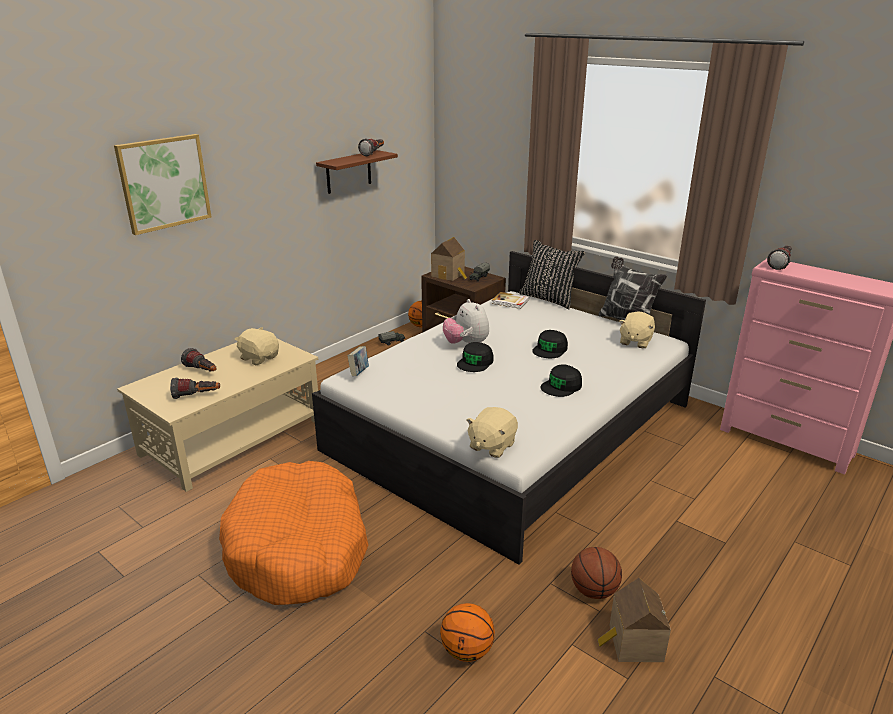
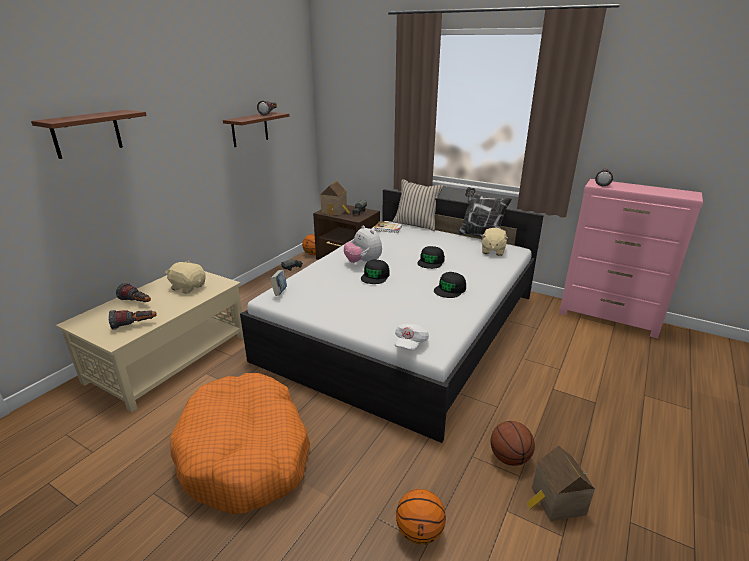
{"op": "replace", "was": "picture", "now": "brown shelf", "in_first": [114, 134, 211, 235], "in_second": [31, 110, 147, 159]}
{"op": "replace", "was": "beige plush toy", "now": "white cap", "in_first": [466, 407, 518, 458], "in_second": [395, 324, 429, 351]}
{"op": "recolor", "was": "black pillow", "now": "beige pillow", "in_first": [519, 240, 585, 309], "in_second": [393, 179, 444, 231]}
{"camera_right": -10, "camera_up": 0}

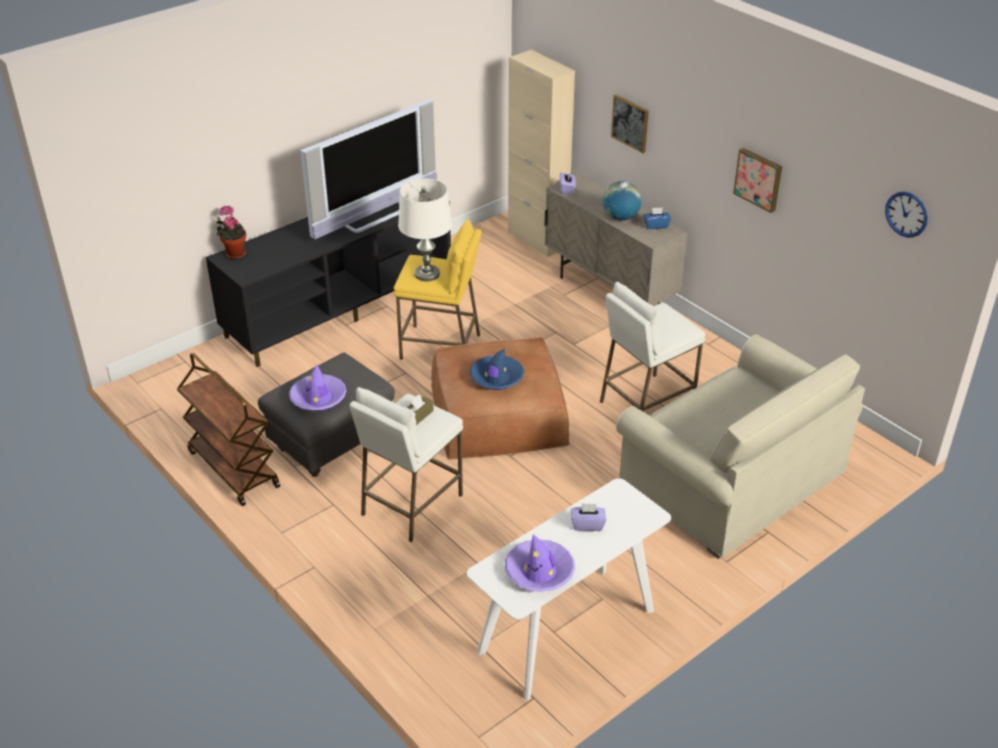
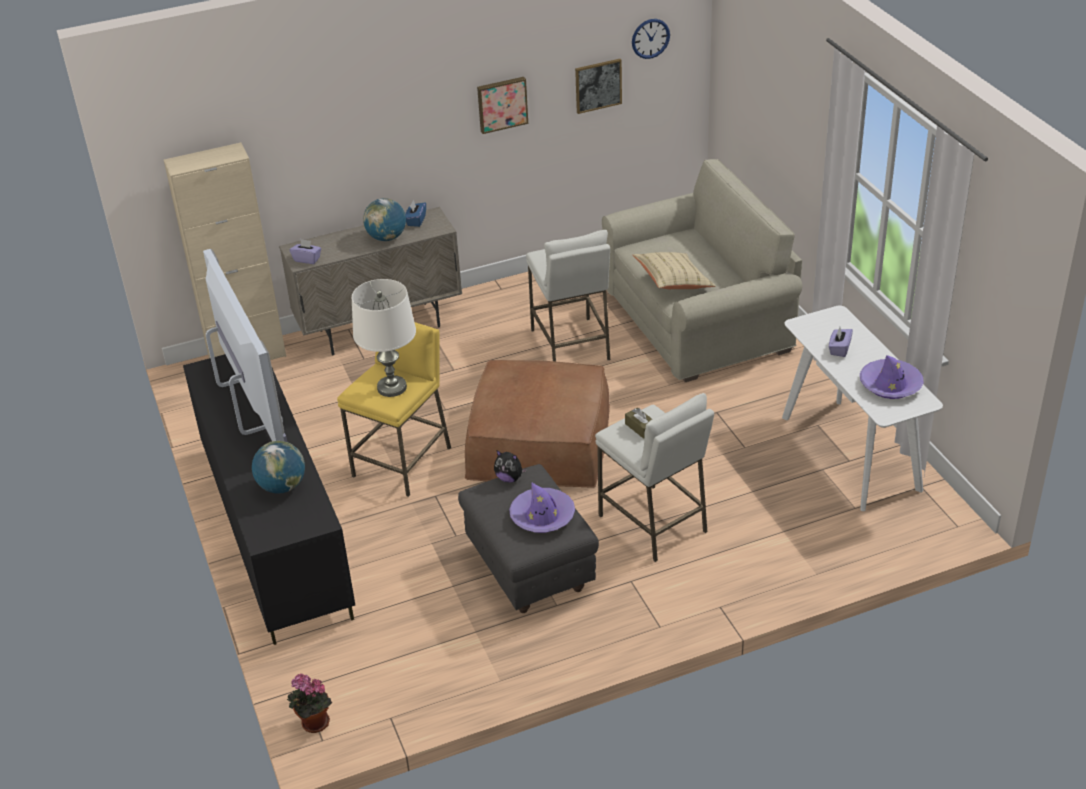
{"op": "delete", "was": "brown cart", "in_first": [177, 353, 280, 506]}
{"op": "move", "was": "potted plant", "in_first": [216, 206, 246, 259], "in_second": [287, 673, 332, 733]}
{"op": "delete", "was": "blue hat", "in_first": [470, 348, 524, 390]}
{"op": "move", "was": "picture", "in_first": [611, 95, 649, 153], "in_second": [575, 59, 622, 114]}
{"op": "insert", "now": "globe", "in_second": [252, 441, 305, 493]}
{"op": "insert", "now": "plush toy", "in_second": [494, 451, 527, 483]}
{"op": "insert", "now": "beige pillow", "in_second": [633, 252, 716, 289]}
{"camera_right": -70, "camera_up": 0}

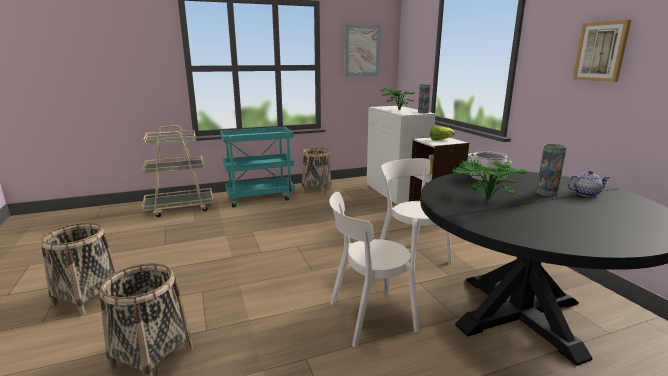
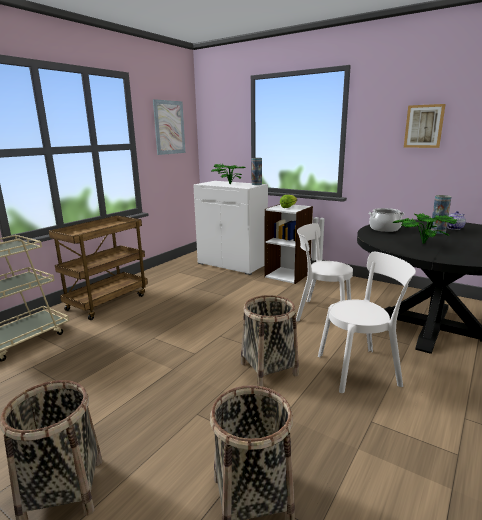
{"op": "recolor", "was": "turquoise cart", "now": "brown cart", "in_first": [220, 127, 295, 207], "in_second": [49, 215, 148, 320]}
{"op": "move", "was": "basket", "in_first": [302, 148, 332, 194], "in_second": [241, 295, 299, 386]}
{"op": "rotate", "was": "white chair", "in_first": [329, 192, 419, 347], "in_second": [318, 252, 416, 393], "clockwise": -135}
{"camera_right": -35, "camera_up": 0}

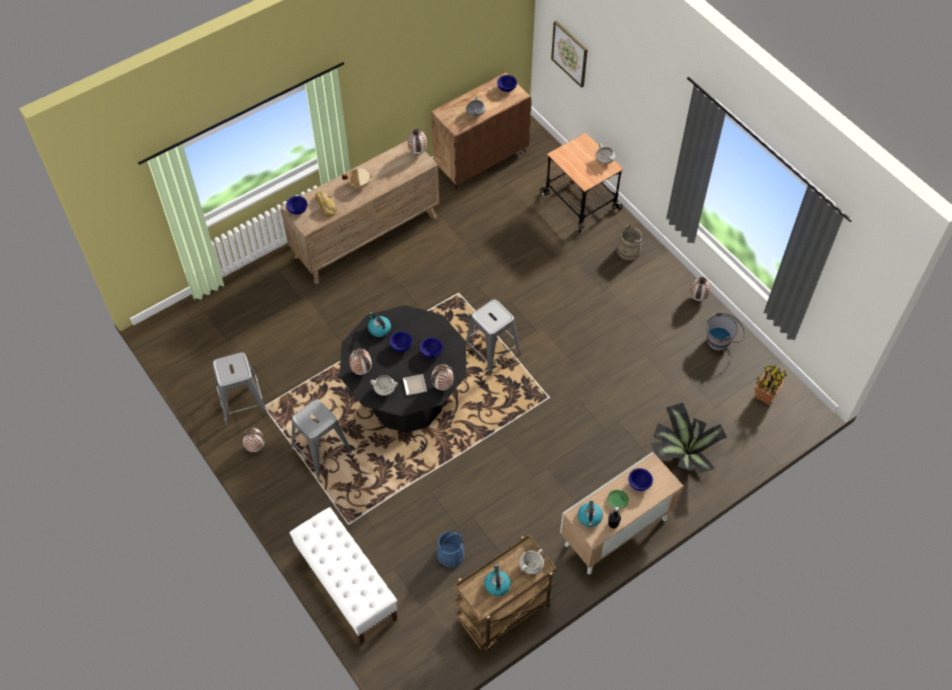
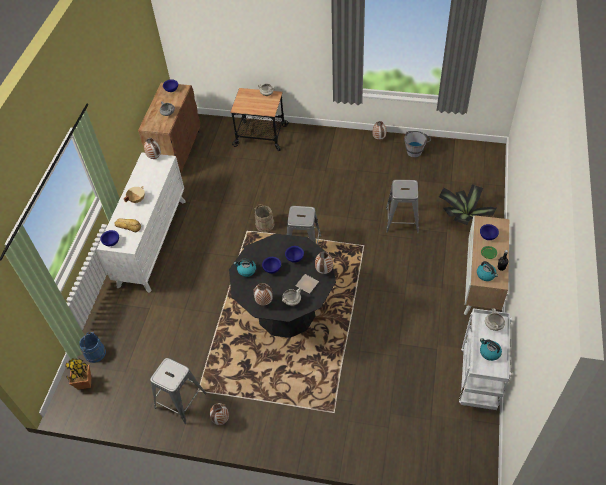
{"op": "recolor", "was": "brown dresser", "now": "white dresser", "in_first": [280, 140, 440, 284], "in_second": [97, 152, 186, 293]}
{"op": "delete", "was": "white bench", "in_first": [289, 507, 397, 644]}
{"op": "move", "was": "grey stool", "in_first": [291, 399, 352, 478], "in_second": [386, 180, 419, 234]}
{"op": "move", "was": "blue bucket", "in_first": [437, 531, 465, 567], "in_second": [79, 331, 106, 363]}
{"op": "recolor", "was": "brown cart", "now": "white cart", "in_first": [454, 534, 557, 650], "in_second": [459, 308, 512, 410]}
{"op": "delete", "was": "picture", "in_first": [551, 21, 588, 88]}
{"op": "move", "was": "beige bucket", "in_first": [617, 225, 642, 260], "in_second": [254, 204, 274, 232]}
{"op": "move", "was": "potted plant", "in_first": [755, 366, 787, 405], "in_second": [65, 358, 91, 390]}
{"camera_right": -40, "camera_up": -5}

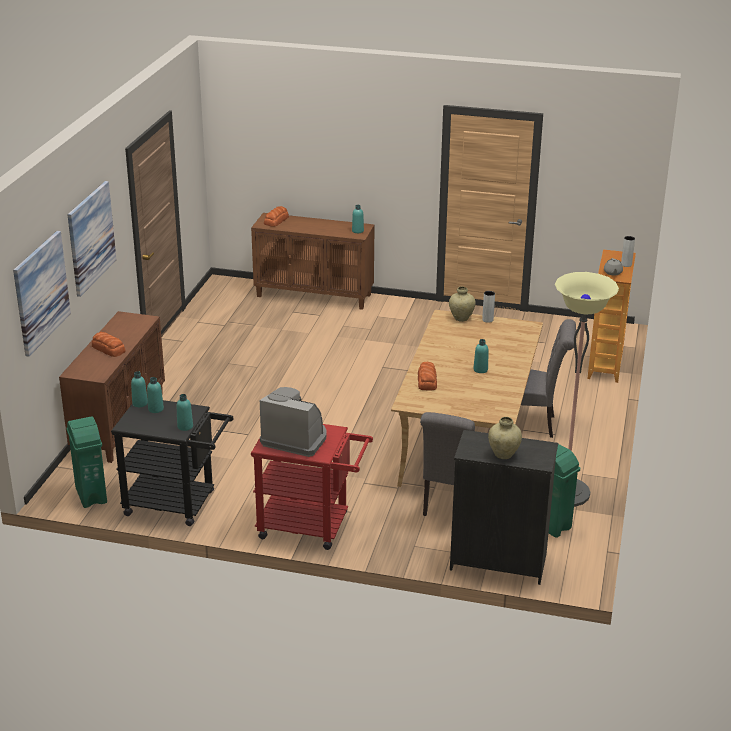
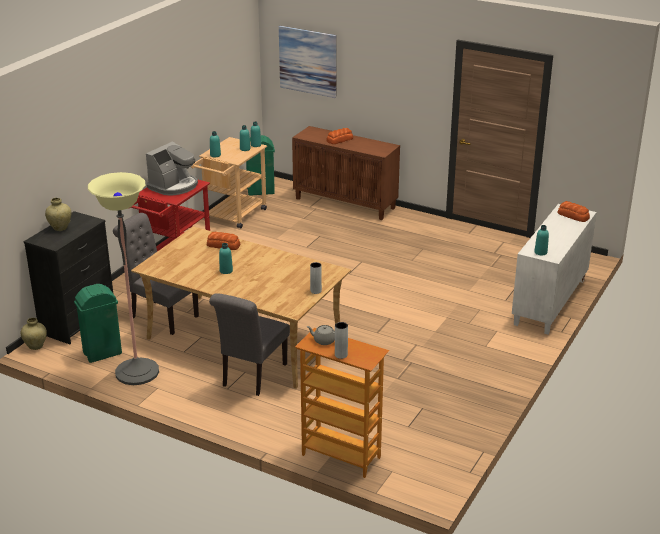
{"op": "delete", "was": "picture", "in_first": [67, 181, 116, 297]}
{"op": "recolor", "was": "black cart", "now": "beige cart", "in_first": [111, 398, 234, 526], "in_second": [191, 137, 267, 228]}
{"op": "recolor", "was": "brown cabinet", "now": "white cabinet", "in_first": [251, 213, 375, 310], "in_second": [512, 204, 597, 335]}
{"op": "move", "was": "beige vase", "in_first": [449, 286, 476, 322], "in_second": [21, 318, 47, 350]}
{"camera_right": 105, "camera_up": 0}

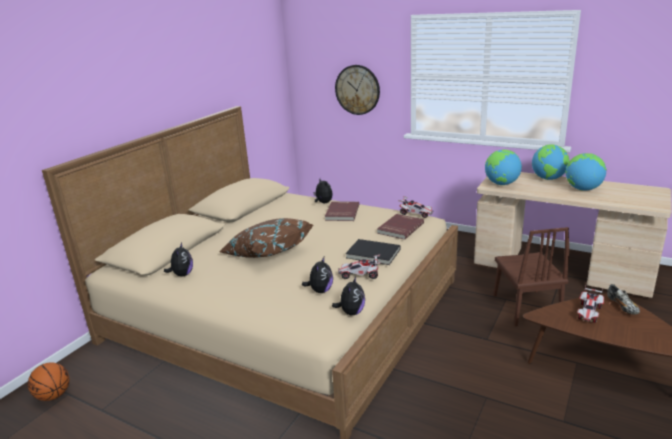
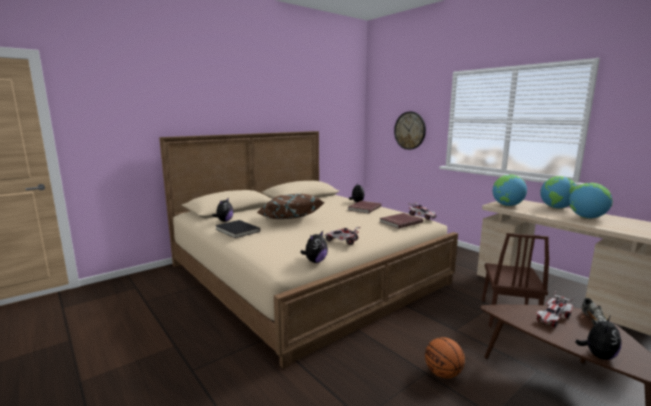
{"op": "move", "was": "basketball", "in_first": [28, 362, 69, 401], "in_second": [425, 337, 465, 378]}
{"op": "move", "was": "plush toy", "in_first": [302, 257, 333, 293], "in_second": [575, 316, 622, 360]}
{"op": "move", "was": "black book", "in_first": [346, 239, 401, 265], "in_second": [215, 220, 260, 238]}
{"camera_right": 20, "camera_up": -10}

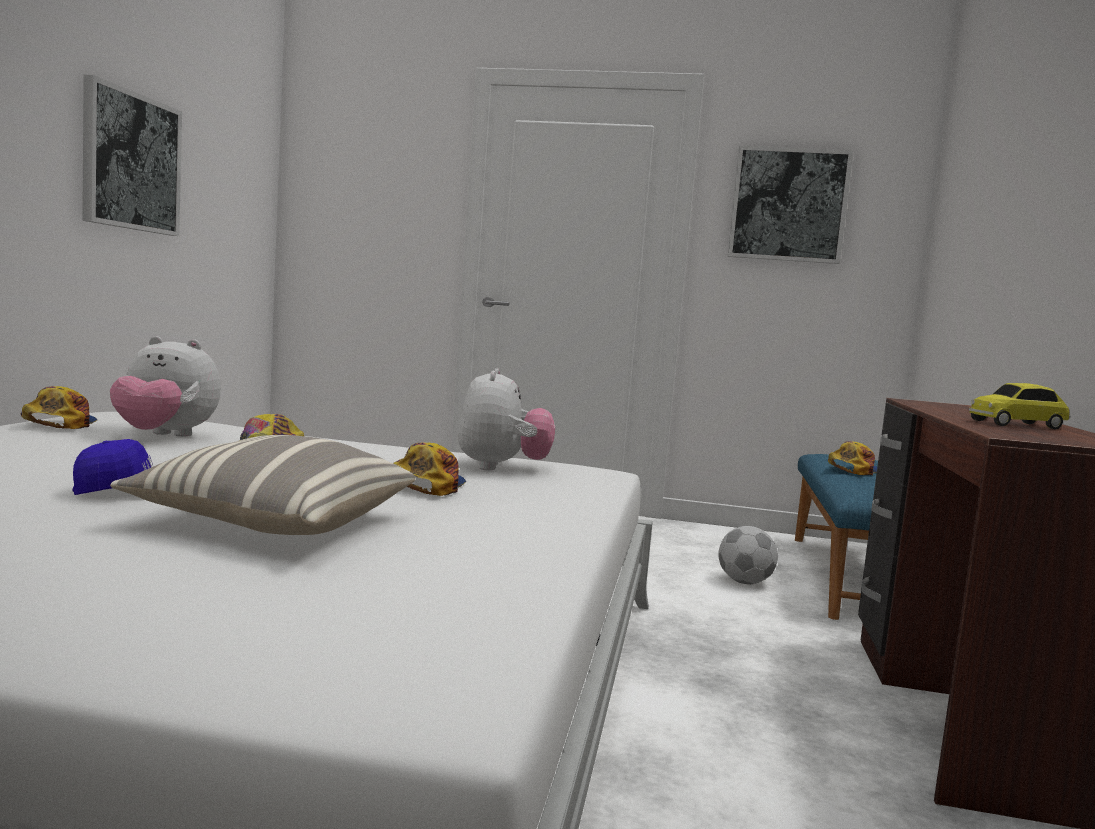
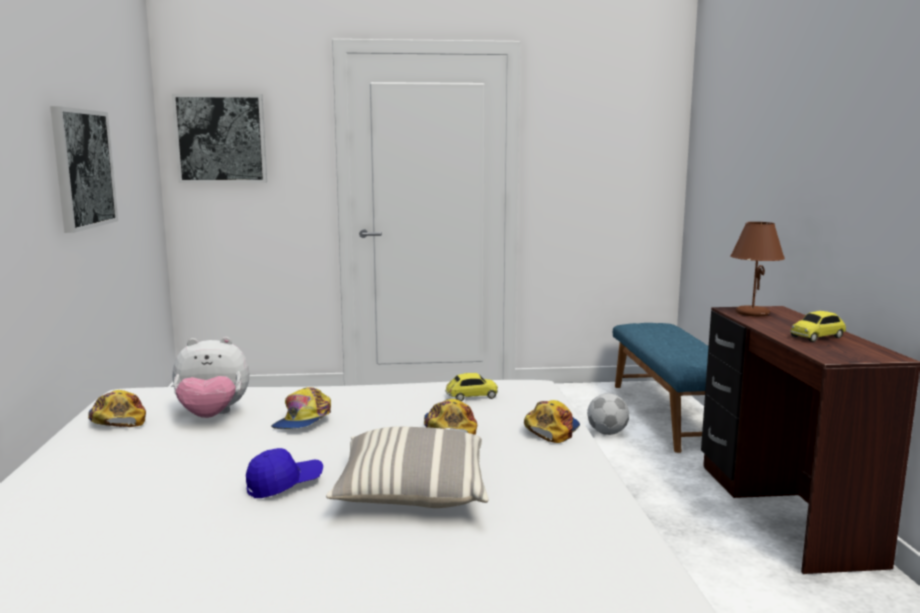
{"op": "replace", "was": "plush toy", "now": "toy car", "in_first": [458, 368, 555, 471], "in_second": [445, 373, 498, 401]}
{"op": "move", "was": "picture", "in_first": [728, 145, 854, 264], "in_second": [172, 94, 267, 183]}
{"op": "move", "was": "cap", "in_first": [828, 441, 877, 475], "in_second": [524, 400, 580, 443]}
{"op": "insert", "now": "brown table lamp", "in_second": [731, 222, 785, 316]}
{"camera_right": -15, "camera_up": 5}

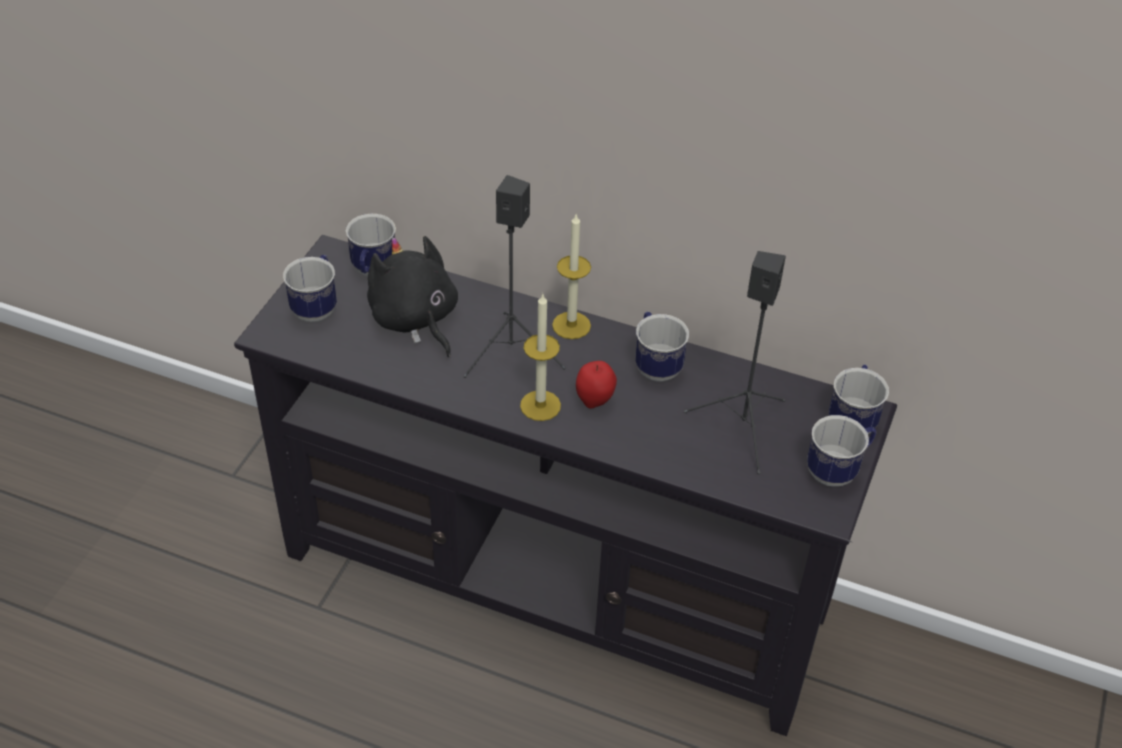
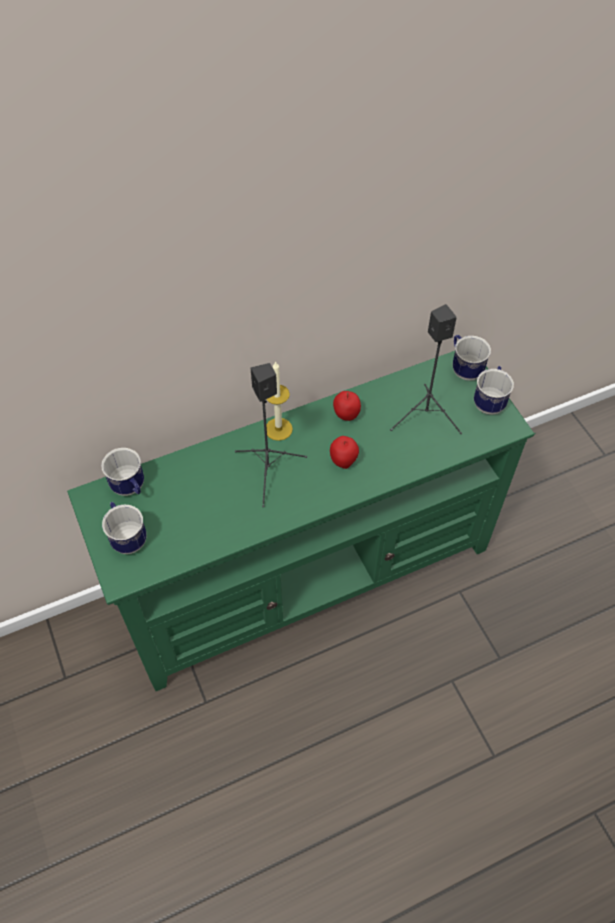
{"op": "recolor", "was": "black tv stand", "now": "green tv stand", "in_first": [234, 235, 897, 736], "in_second": [67, 351, 535, 691]}
{"op": "delete", "was": "black plush toy", "in_first": [367, 236, 458, 358]}
{"op": "delete", "was": "candle", "in_first": [520, 293, 561, 421]}
{"op": "replace", "was": "mug", "now": "apple", "in_first": [635, 312, 689, 382], "in_second": [333, 391, 361, 421]}
{"camera_right": -45, "camera_up": 10}

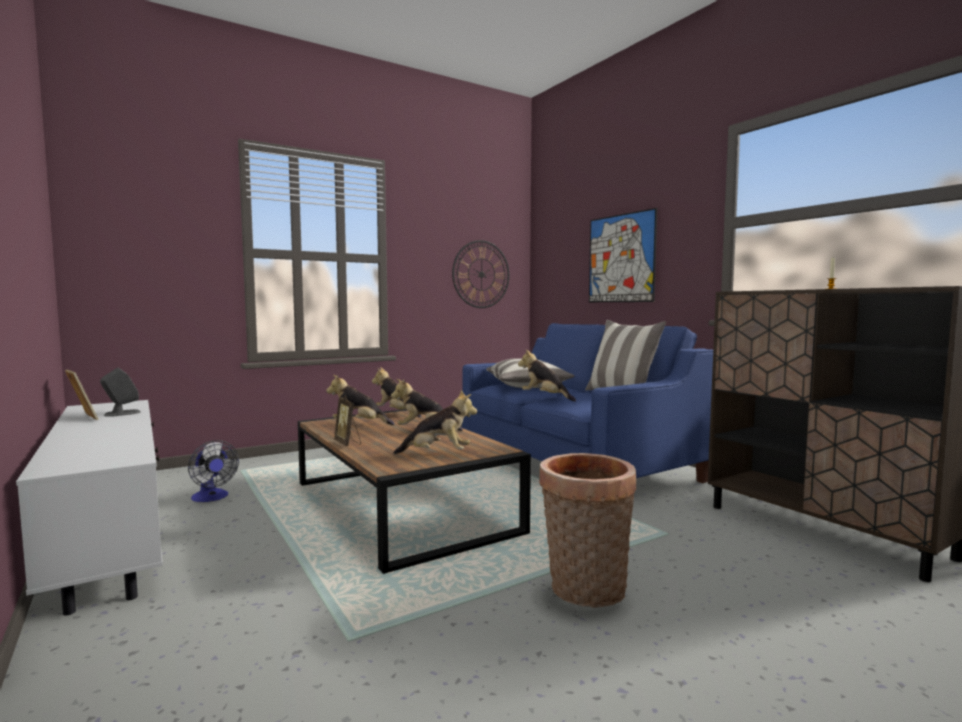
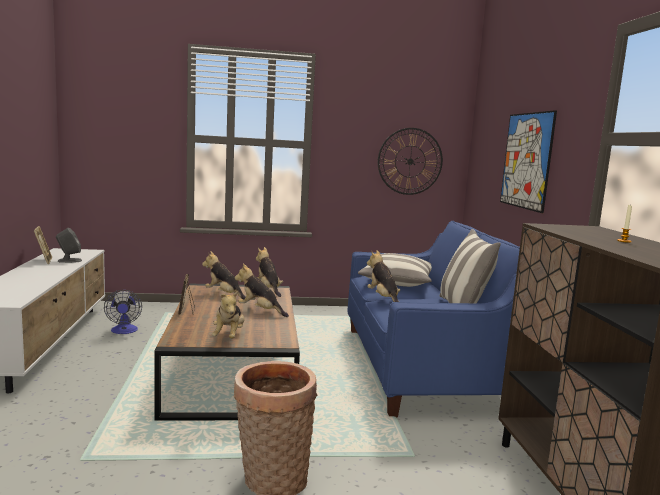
{"op": "rotate", "was": "plush toy", "in_first": [393, 390, 477, 454], "in_second": [212, 291, 245, 339], "clockwise": 60}
{"camera_right": 25, "camera_up": 5}

